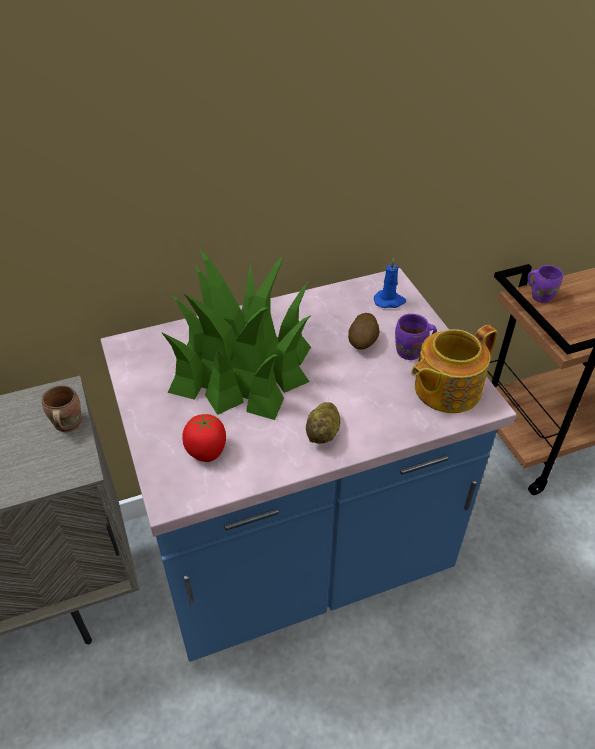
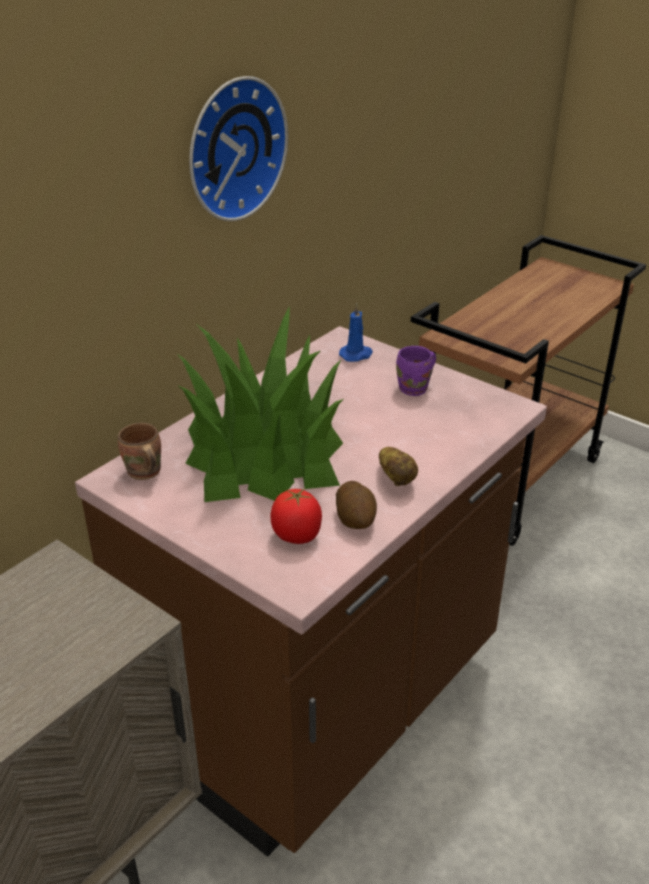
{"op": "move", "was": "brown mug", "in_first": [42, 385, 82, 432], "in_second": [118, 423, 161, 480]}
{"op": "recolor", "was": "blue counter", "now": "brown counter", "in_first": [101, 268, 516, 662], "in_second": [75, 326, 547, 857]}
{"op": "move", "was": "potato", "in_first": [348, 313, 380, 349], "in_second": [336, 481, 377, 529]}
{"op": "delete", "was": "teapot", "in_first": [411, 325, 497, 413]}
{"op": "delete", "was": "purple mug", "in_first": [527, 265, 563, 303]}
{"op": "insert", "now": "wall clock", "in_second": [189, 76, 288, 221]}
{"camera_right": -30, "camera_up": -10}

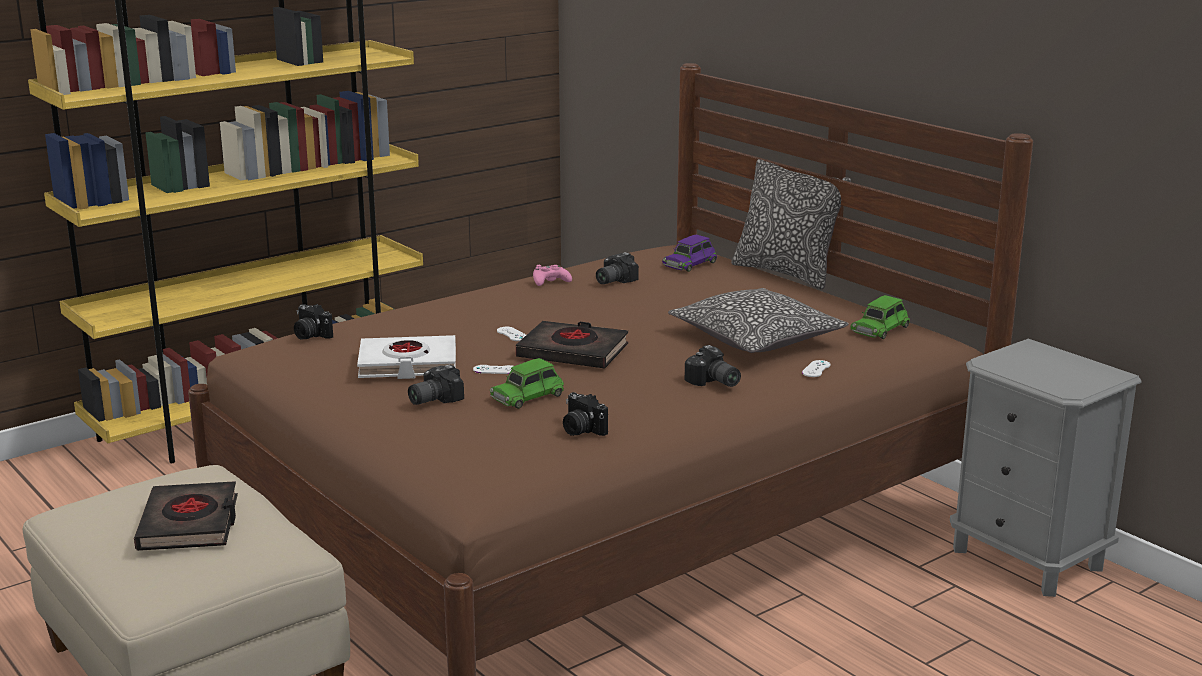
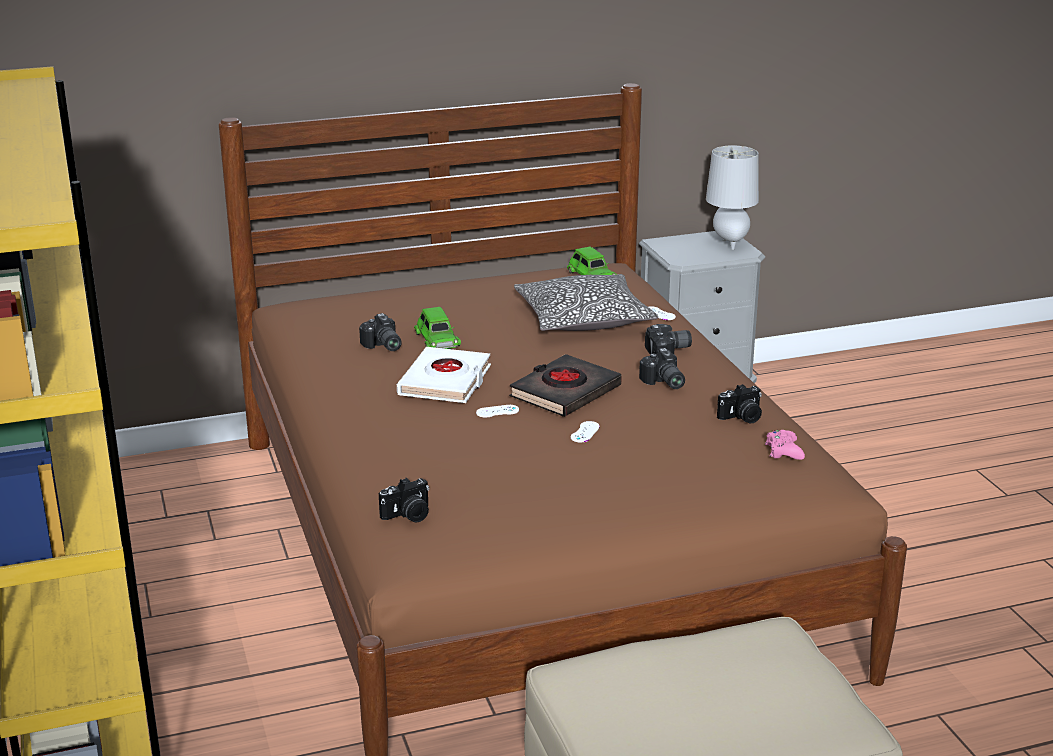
{"op": "delete", "was": "black book", "in_first": [134, 481, 238, 551]}
{"op": "move", "was": "white book", "in_first": [357, 335, 456, 379], "in_second": [397, 347, 491, 403]}
{"op": "move", "was": "photo camera", "in_first": [408, 365, 464, 405], "in_second": [639, 348, 685, 389]}
{"op": "move", "was": "green toy car", "in_first": [490, 358, 564, 409], "in_second": [414, 307, 461, 349]}
{"op": "move", "was": "pink game controller", "in_first": [533, 265, 572, 286], "in_second": [765, 430, 805, 460]}
{"op": "delete", "was": "purple toy car", "in_first": [662, 235, 717, 272]}
{"op": "delete", "was": "pillow", "in_first": [731, 159, 851, 289]}
{"op": "insert", "now": "grey table lamp", "in_second": [706, 145, 759, 250]}
{"camera_right": -70, "camera_up": 5}

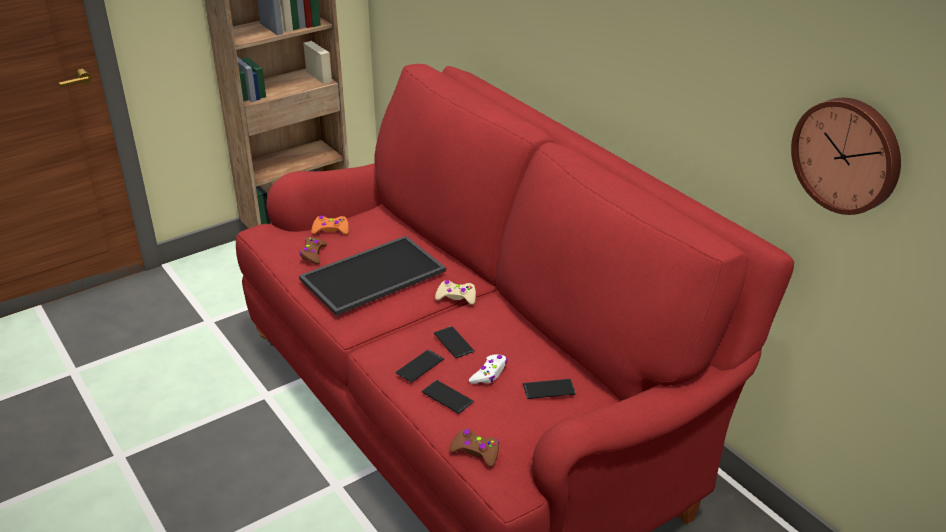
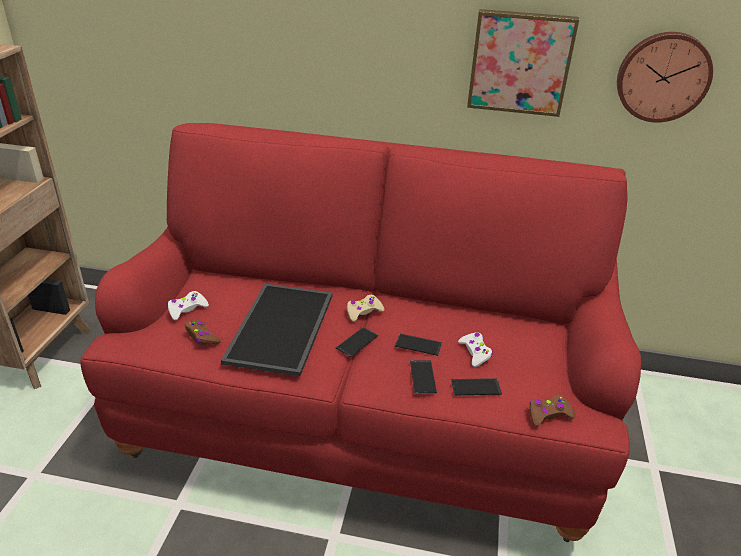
{"op": "recolor", "was": "orange game controller", "now": "white game controller", "in_first": [311, 216, 349, 235], "in_second": [167, 291, 209, 320]}
{"op": "move", "was": "phone", "in_first": [523, 379, 576, 399], "in_second": [336, 327, 378, 357]}
{"op": "insert", "now": "picture", "in_second": [467, 9, 579, 117]}
{"camera_right": -45, "camera_up": 0}

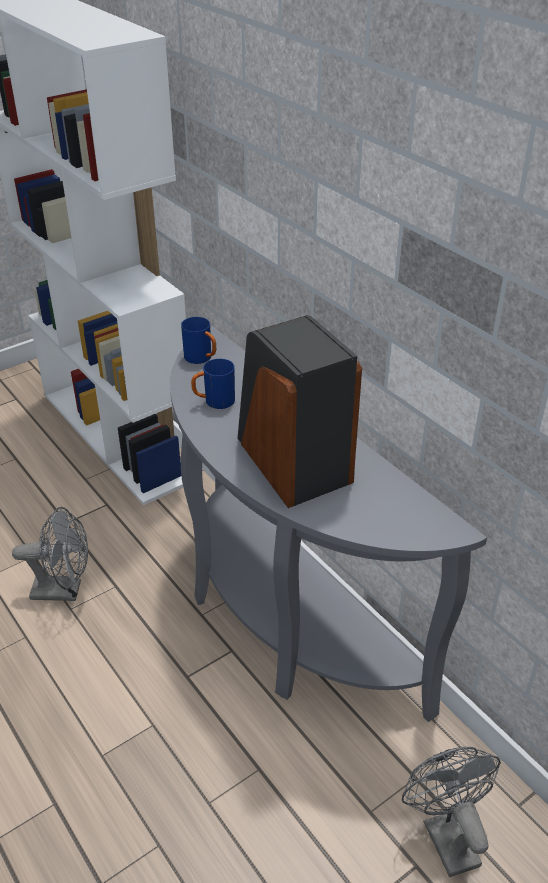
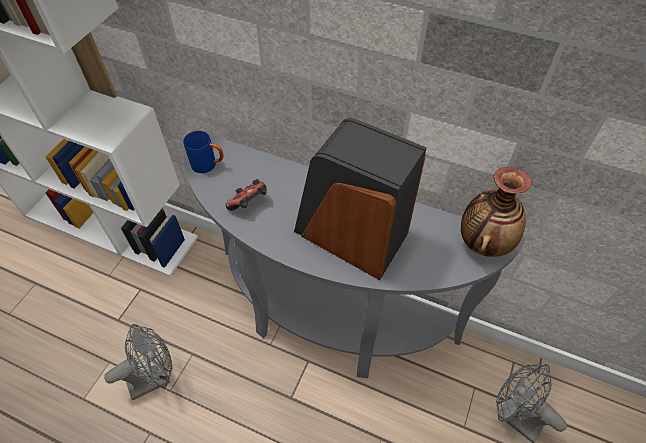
{"op": "replace", "was": "blue mug", "now": "game controller", "in_first": [191, 359, 235, 409], "in_second": [225, 179, 267, 211]}
{"op": "insert", "now": "vase", "in_second": [461, 167, 532, 257]}
{"camera_right": -30, "camera_up": 15}

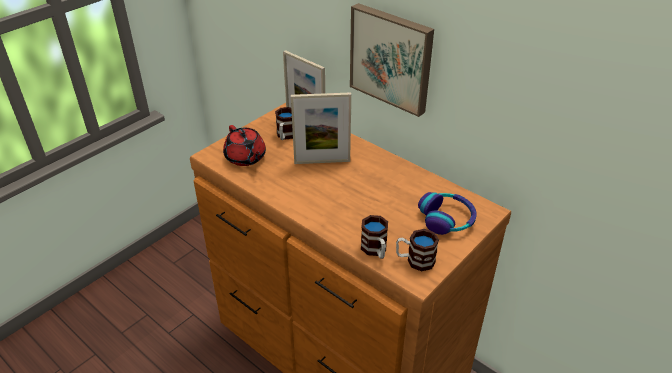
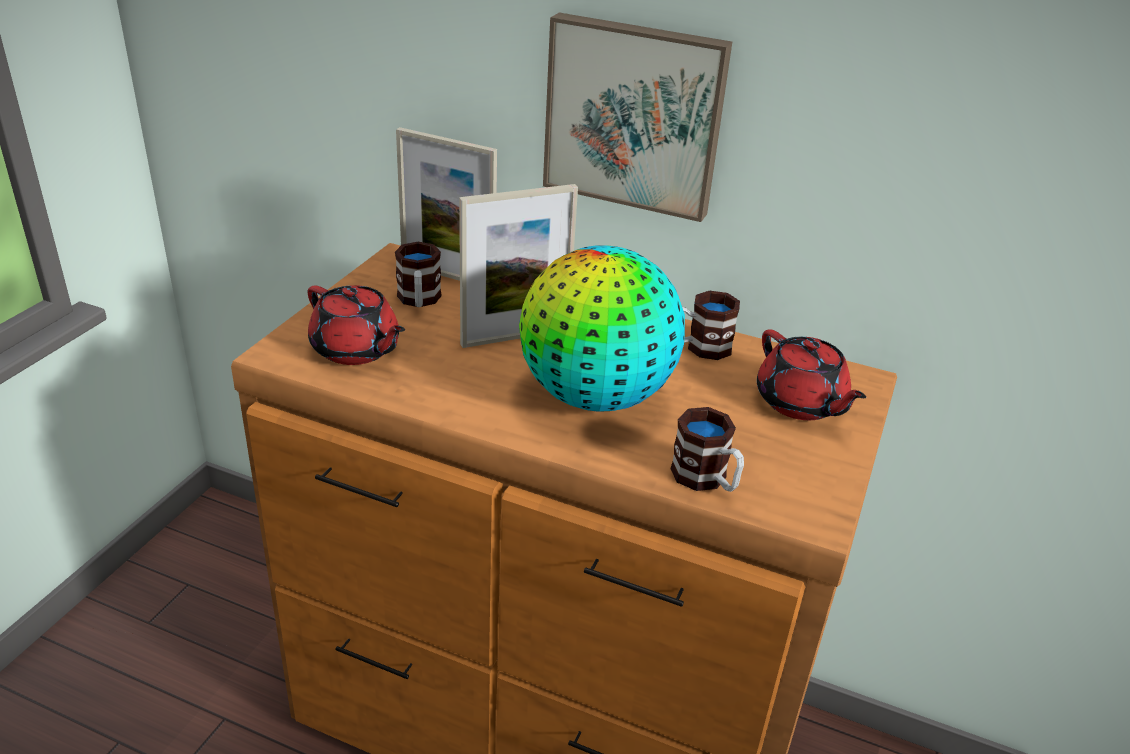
{"op": "move", "was": "mug", "in_first": [396, 229, 439, 271], "in_second": [682, 291, 740, 360]}
{"op": "replace", "was": "headphones", "now": "red teapot", "in_first": [418, 192, 477, 235], "in_second": [757, 329, 866, 420]}
{"op": "insert", "now": "globe", "in_second": [519, 245, 685, 412]}
{"camera_right": -20, "camera_up": -5}

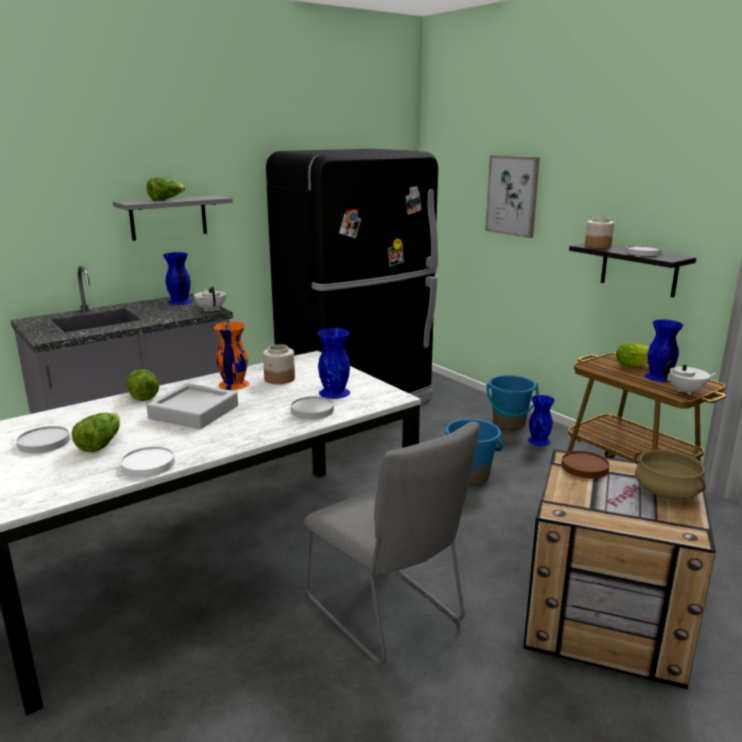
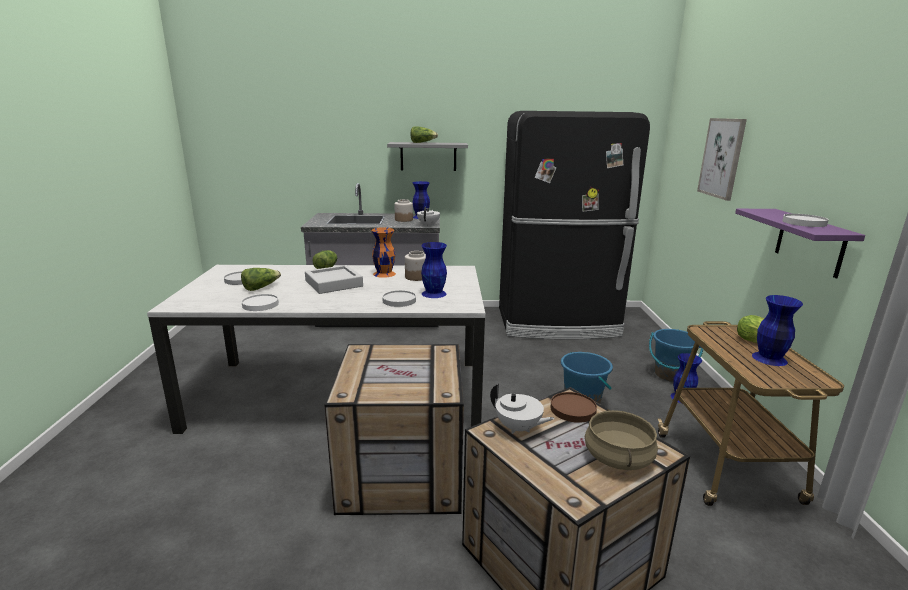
{"op": "replace", "was": "grey chair", "now": "crate", "in_first": [304, 421, 479, 665], "in_second": [324, 344, 464, 515]}
{"op": "recolor", "was": "black shelf", "now": "purple shelf", "in_first": [569, 244, 696, 297], "in_second": [735, 209, 865, 278]}
{"op": "move", "was": "jar", "in_first": [585, 217, 614, 248], "in_second": [394, 199, 413, 222]}
{"op": "move", "was": "white teapot", "in_first": [663, 360, 719, 395], "in_second": [490, 384, 555, 434]}
{"camera_right": 35, "camera_up": 0}

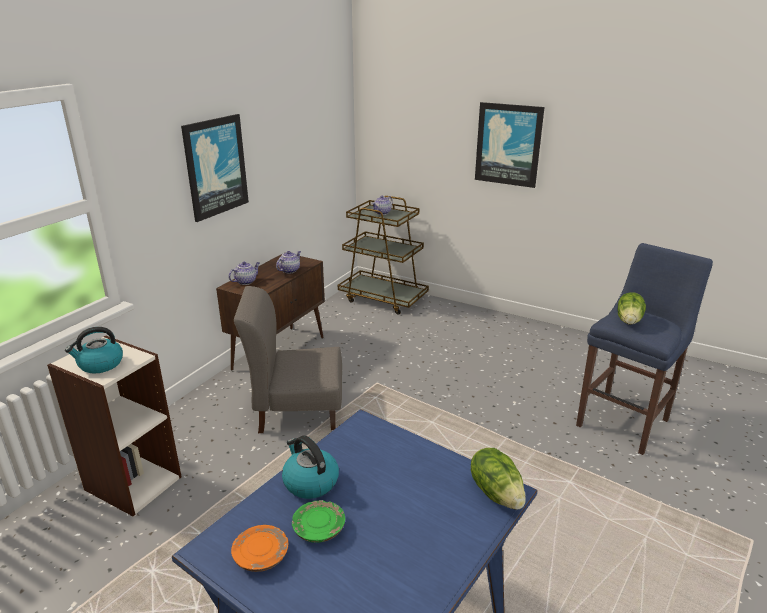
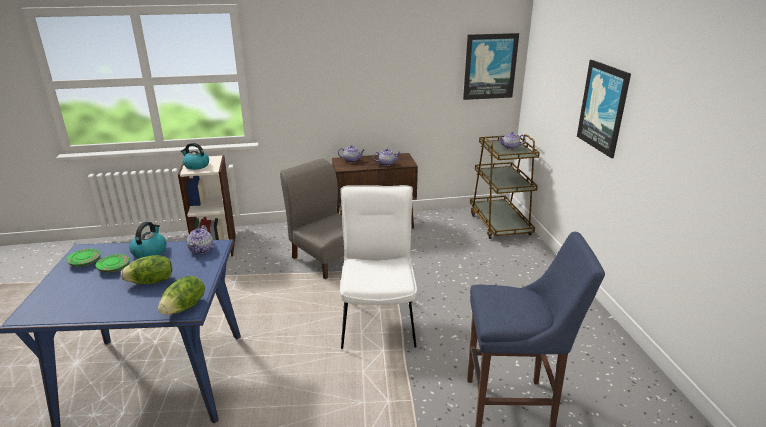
{"op": "move", "was": "picture", "in_first": [181, 114, 249, 222], "in_second": [463, 33, 519, 100]}
{"op": "recolor", "was": "orange plate", "now": "green plate", "in_first": [231, 525, 288, 572], "in_second": [66, 249, 101, 267]}
{"op": "move", "was": "lettuce", "in_first": [618, 292, 646, 325], "in_second": [121, 255, 172, 284]}
{"op": "insert", "now": "teapot", "in_second": [187, 225, 213, 254]}
{"op": "insert", "now": "white chair", "in_second": [340, 185, 417, 349]}
{"camera_right": 50, "camera_up": 0}

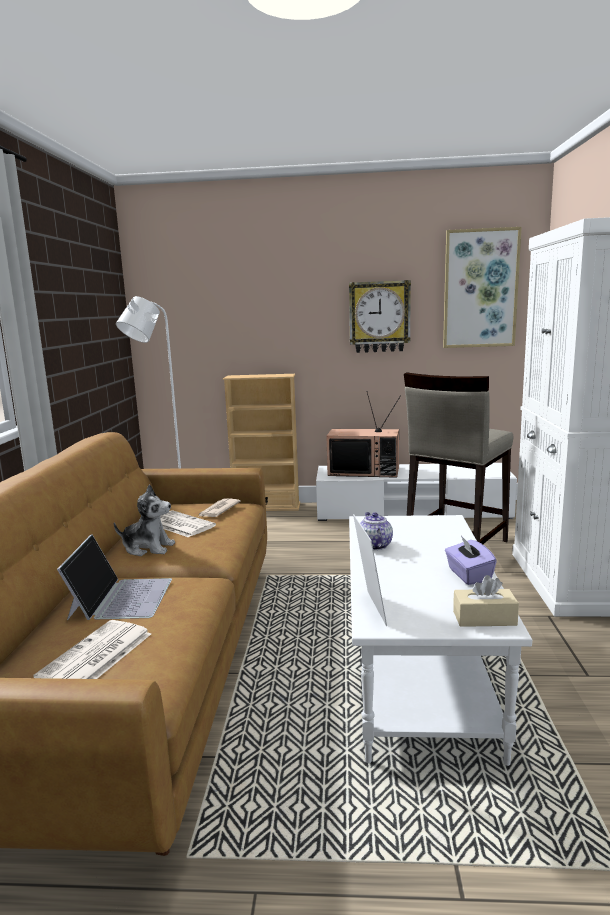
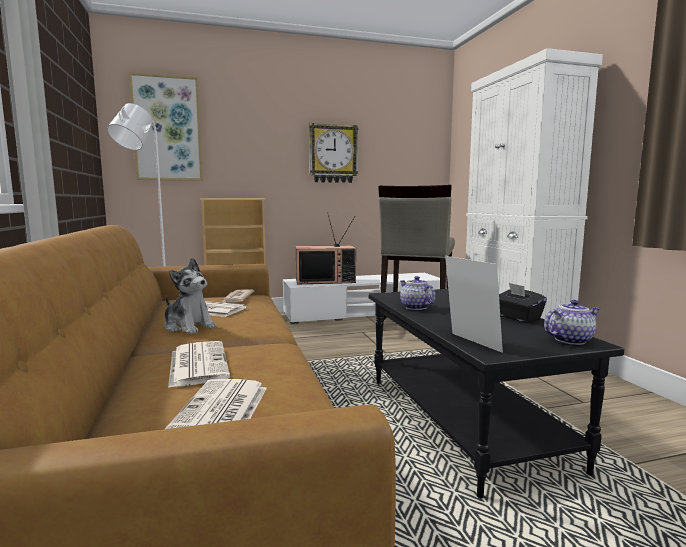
{"op": "replace", "was": "laptop", "now": "newspaper", "in_first": [57, 534, 172, 620], "in_second": [168, 341, 230, 388]}
{"op": "rotate", "was": "plush toy", "in_first": [114, 484, 175, 556], "in_second": [164, 258, 217, 334], "clockwise": 45}
{"op": "recolor", "was": "white coffee table", "now": "black coffee table", "in_first": [349, 515, 532, 766], "in_second": [368, 289, 624, 498]}
{"op": "move", "was": "picture", "in_first": [443, 227, 522, 348], "in_second": [129, 72, 203, 181]}
{"op": "recolor", "was": "purple tissue box", "now": "black tissue box", "in_first": [445, 536, 497, 585], "in_second": [499, 283, 547, 323]}
{"op": "replace", "was": "beige tissue box", "now": "teapot", "in_first": [453, 575, 519, 627], "in_second": [544, 300, 600, 345]}
{"camera_right": -20, "camera_up": -5}

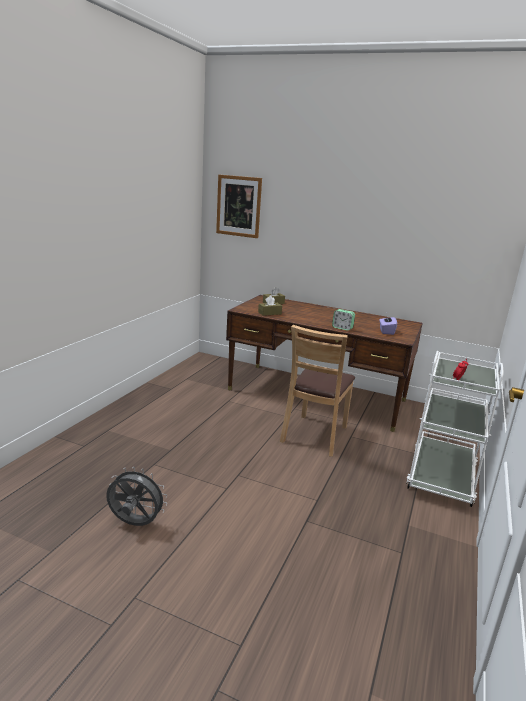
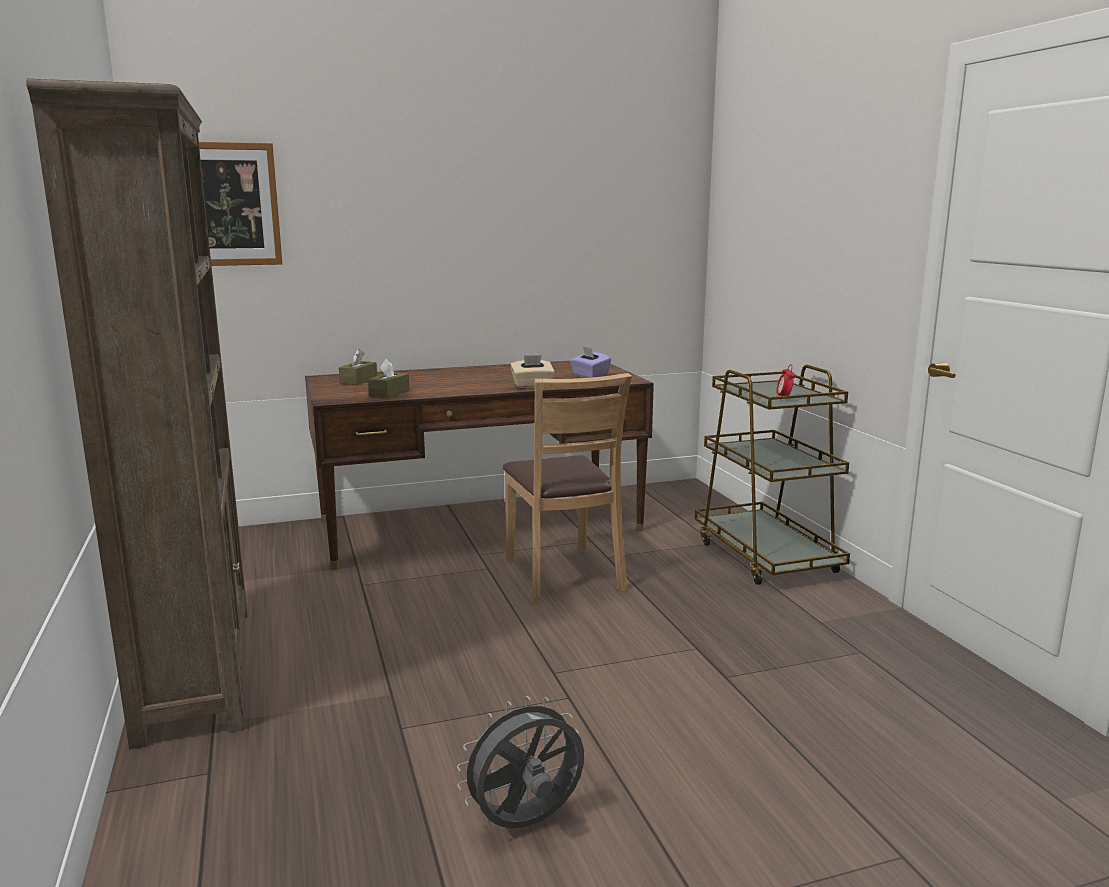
{"op": "replace", "was": "alarm clock", "now": "beige tissue box", "in_first": [332, 309, 355, 331], "in_second": [510, 355, 554, 388]}
{"op": "recolor", "was": "white cart", "now": "brown cart", "in_first": [406, 351, 504, 507], "in_second": [695, 365, 850, 585]}
{"op": "insert", "now": "brown bookcase", "in_second": [26, 79, 248, 750]}
{"camera_right": -40, "camera_up": -5}

